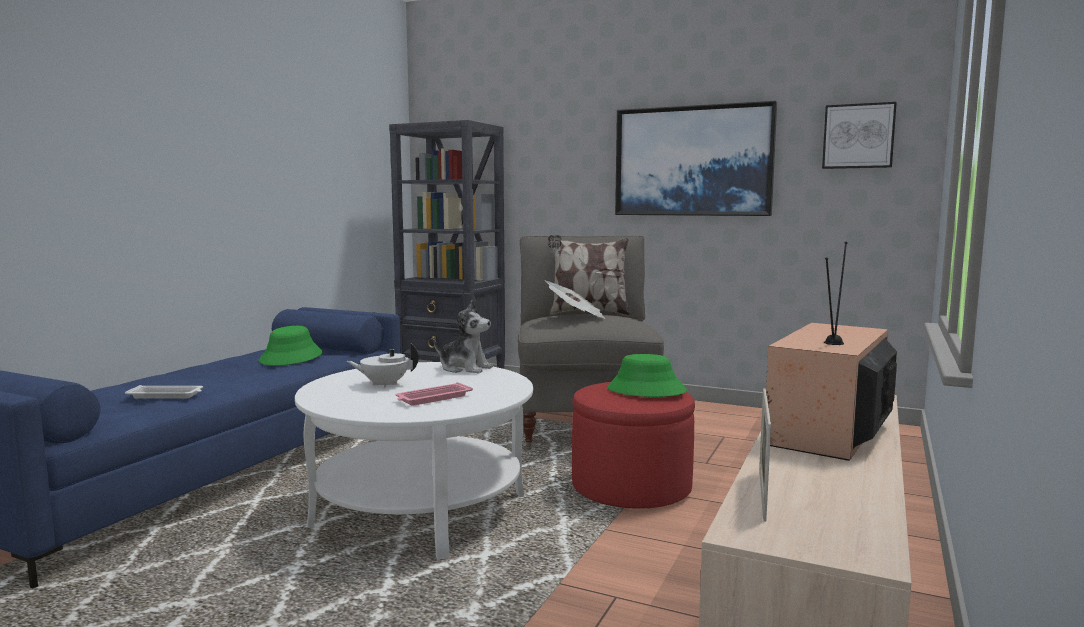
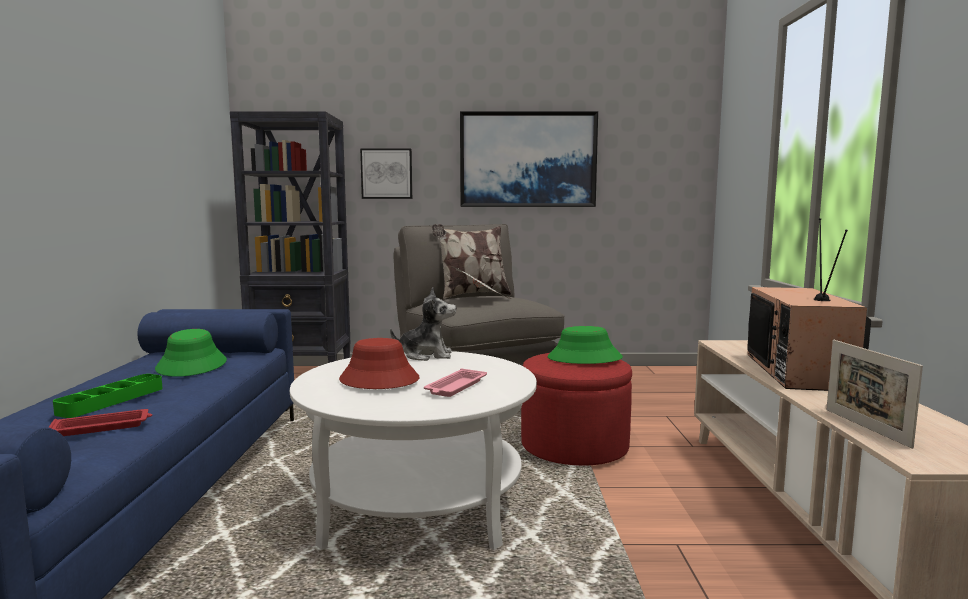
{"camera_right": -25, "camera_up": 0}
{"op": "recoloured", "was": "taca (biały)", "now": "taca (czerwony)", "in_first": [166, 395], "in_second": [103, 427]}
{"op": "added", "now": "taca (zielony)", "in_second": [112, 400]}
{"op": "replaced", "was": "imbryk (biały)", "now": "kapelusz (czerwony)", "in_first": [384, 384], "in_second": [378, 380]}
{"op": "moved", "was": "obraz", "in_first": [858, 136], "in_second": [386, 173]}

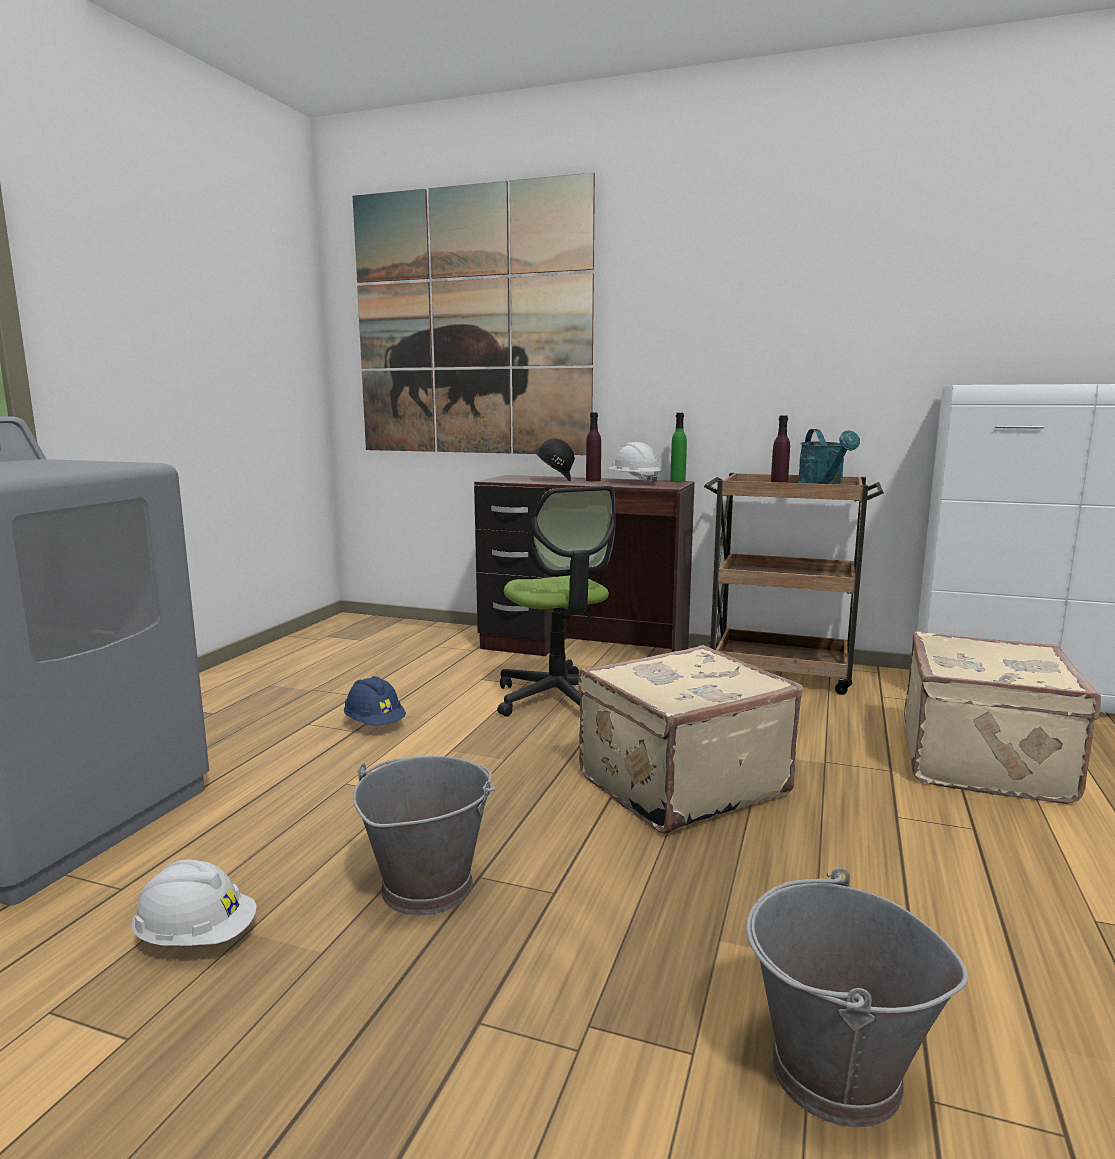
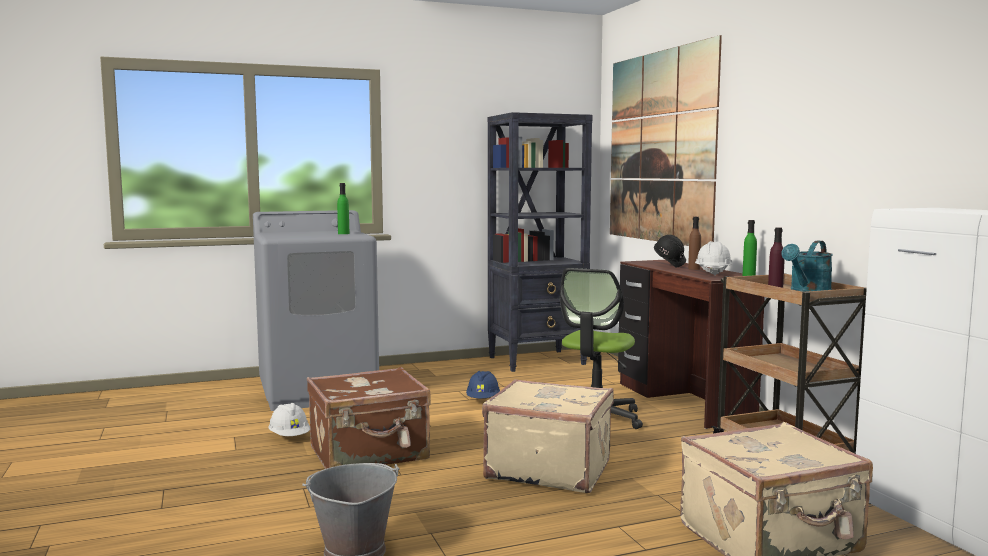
{"camera_right": 50, "camera_up": -5}
{"op": "replaced", "was": "wiadro (szary)", "now": "walizka (brązowy)", "in_first": [426, 886], "in_second": [370, 454]}
{"op": "added", "now": "butelka (zielony)", "in_second": [343, 233]}
{"op": "added", "now": "regał (czarny)", "in_second": [538, 361]}
{"op": "recoloured", "was": "butelka (fioletowy)", "now": "butelka (brązowy)", "in_first": [593, 480], "in_second": [694, 269]}

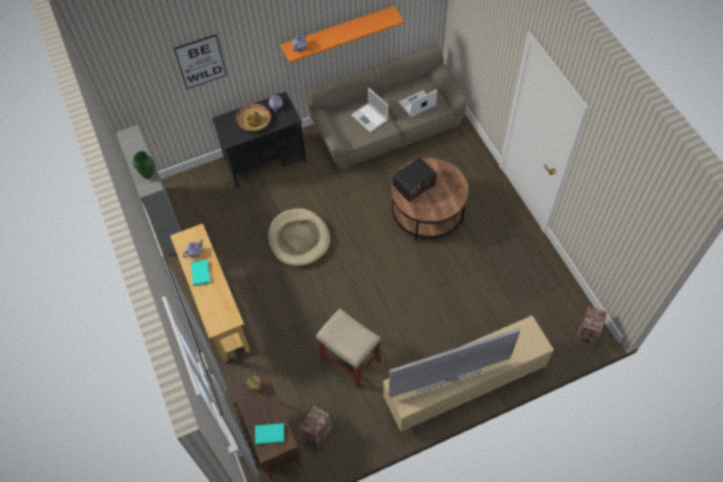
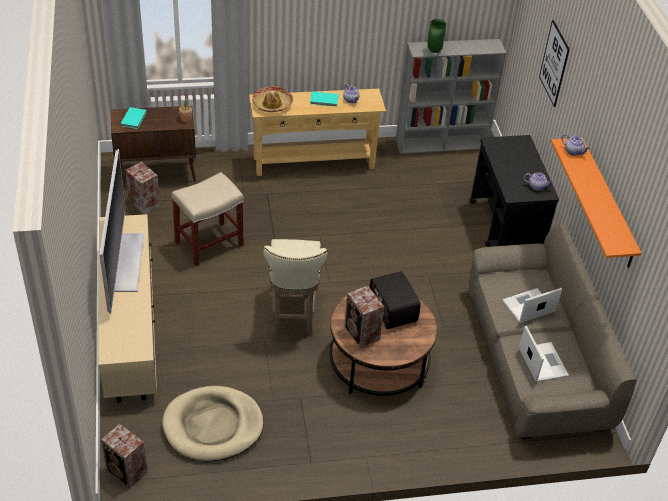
{"camera_right": 100, "camera_up": -15}
{"op": "moved", "was": "legowisko (beżowy)", "in_first": [299, 239], "in_second": [213, 426]}
{"op": "moved", "was": "kapelusz", "in_first": [254, 121], "in_second": [272, 104]}
{"op": "added", "now": "stołek (beżowy)", "in_second": [292, 314]}
{"op": "added", "now": "głośnik", "in_second": [362, 334]}

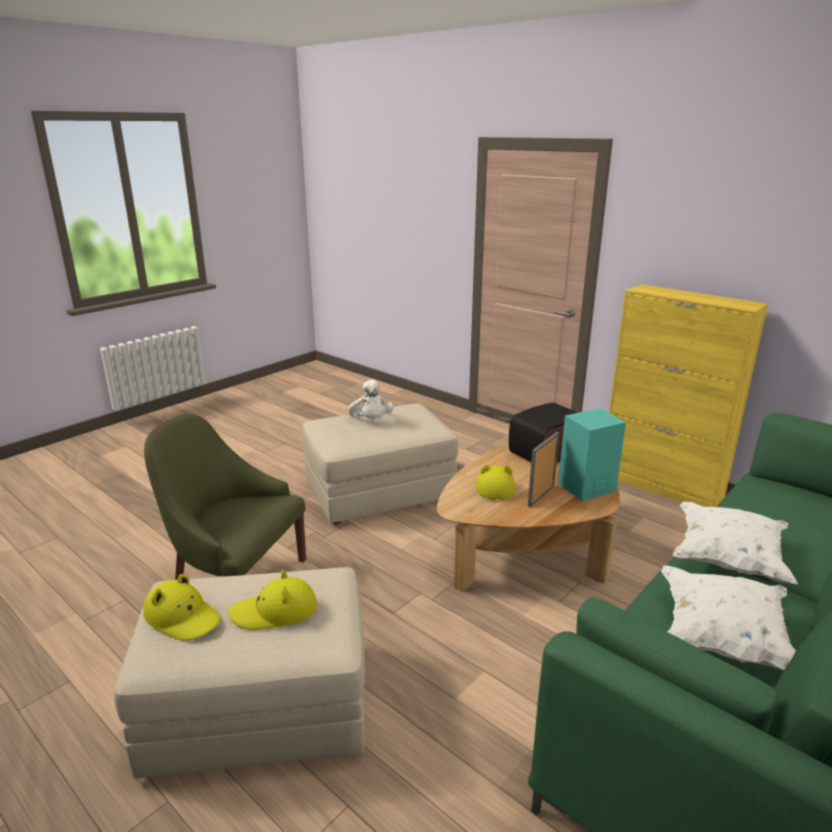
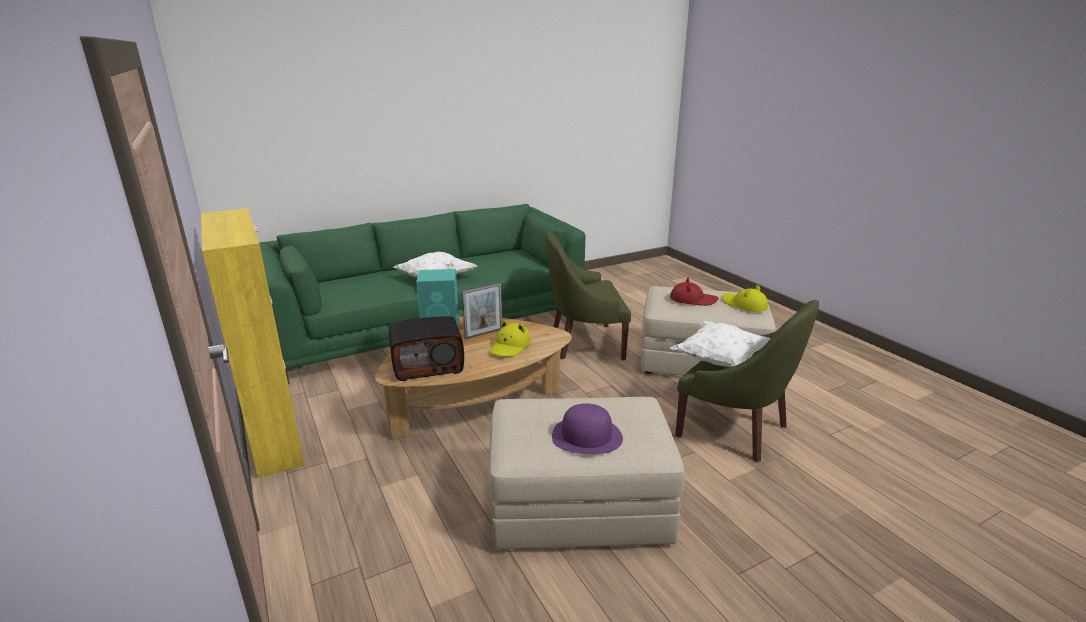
{"camera_right": -160, "camera_up": 0}
{"op": "added", "now": "fotel (zielony)", "in_second": [584, 343]}
{"op": "replaced", "was": "pluszak (biały)", "now": "kapelusz (fioletowy)", "in_first": [371, 420], "in_second": [587, 436]}
{"op": "recoloured", "was": "kapelusz (żółty)", "now": "kapelusz (czerwony)", "in_first": [275, 611], "in_second": [692, 300]}
{"op": "moved", "was": "poduszka (biały)", "in_first": [722, 638], "in_second": [720, 361]}

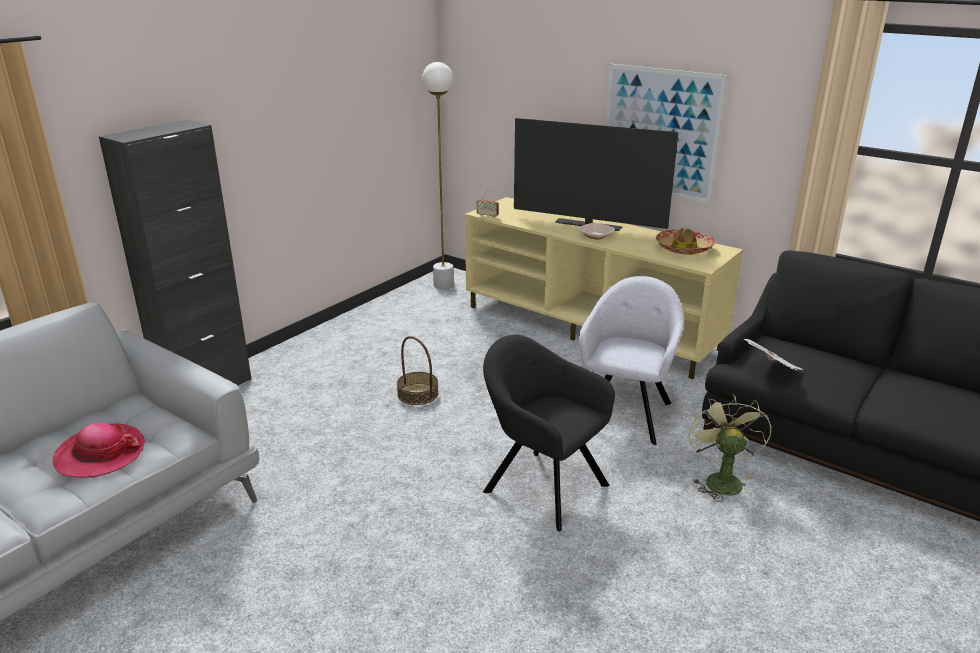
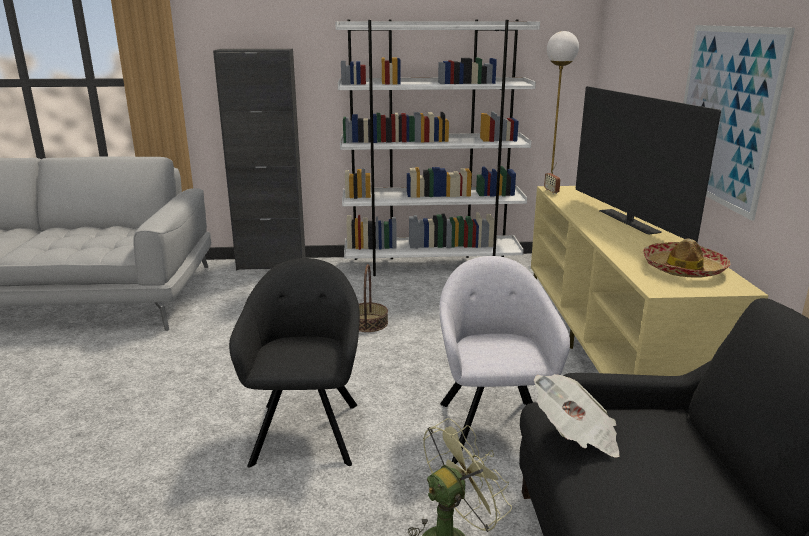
{"camera_right": 50, "camera_up": -5}
{"op": "added", "now": "regał (biały)", "in_second": [432, 265]}
{"op": "turned", "was": "fotel (szary)", "in_first": [626, 412], "in_second": [492, 425], "clockwise": -75}
{"op": "removed", "was": "kapelusz", "in_first": [100, 454]}
{"op": "removed", "was": "miska", "in_first": [596, 236]}

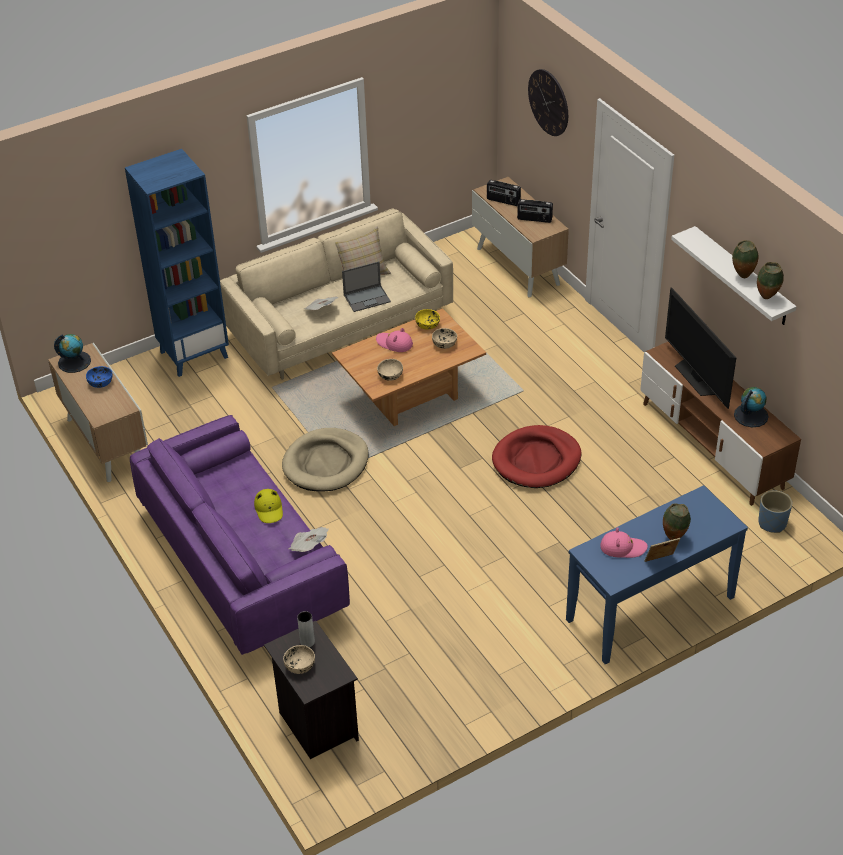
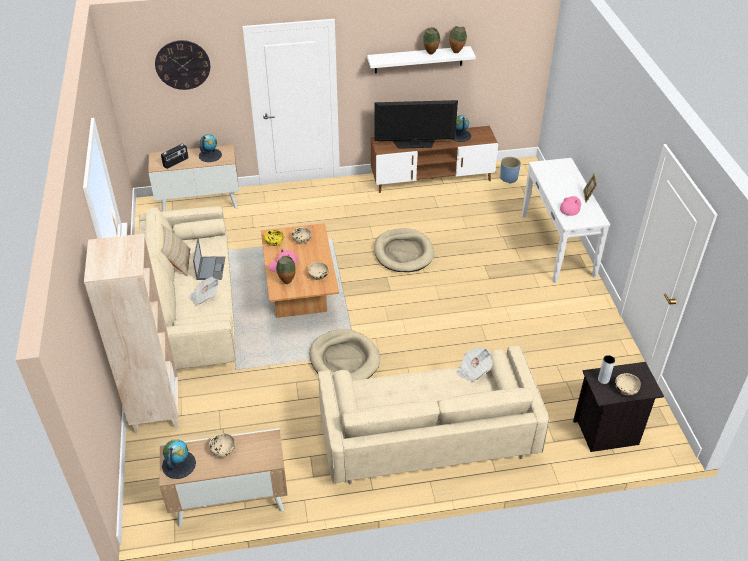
{"camera_right": -70, "camera_up": 0}
{"op": "recoloured", "was": "regał (niebieski)", "now": "regał (beżowy)", "in_first": [194, 354], "in_second": [156, 410]}
{"op": "replaced", "was": "radio", "now": "globus", "in_first": [534, 219], "in_second": [210, 155]}
{"op": "recoloured", "was": "miska (niebieski)", "now": "miska (beżowy)", "in_first": [101, 382], "in_second": [223, 449]}
{"op": "moved", "was": "wazon", "in_first": [674, 537], "in_second": [286, 281]}
{"op": "recoloured", "was": "kanapa (fioletowy)", "now": "kanapa (beżowy)", "in_first": [242, 562], "in_second": [427, 437]}
{"op": "recoloured", "was": "legowisko (czerwony)", "now": "legowisko (beżowy)", "in_first": [536, 460], "in_second": [403, 253]}
{"op": "recoloured", "was": "stolik konsolowy (niebieski)", "now": "stolik konsolowy (biały)", "in_first": [651, 609], "in_second": [558, 245]}
{"op": "removed", "was": "kapelusz (żółty)", "in_first": [269, 509]}

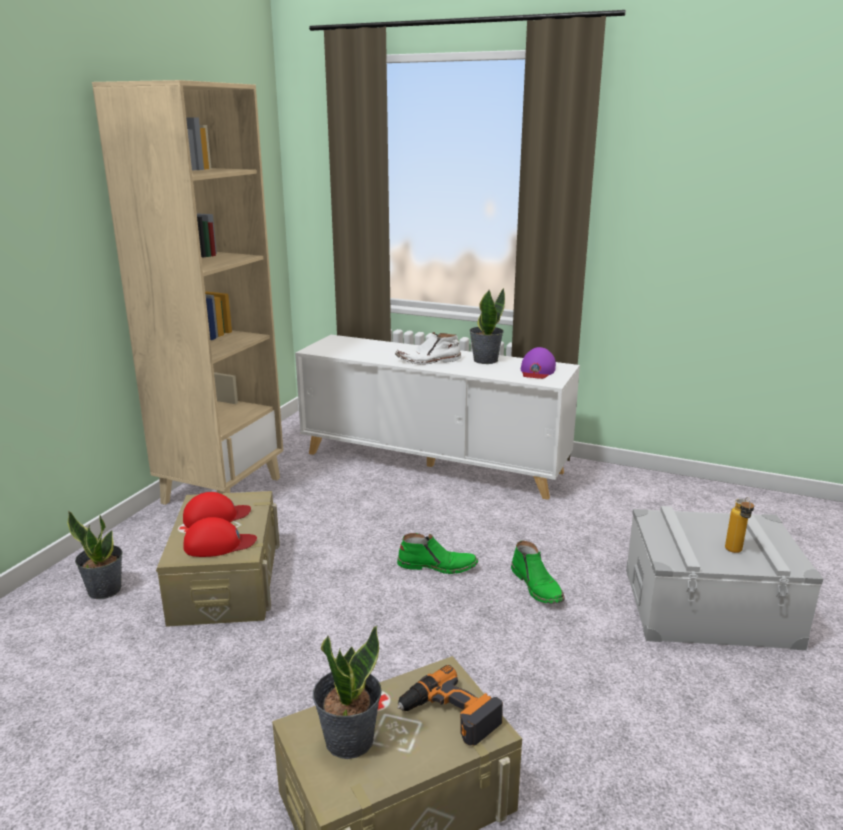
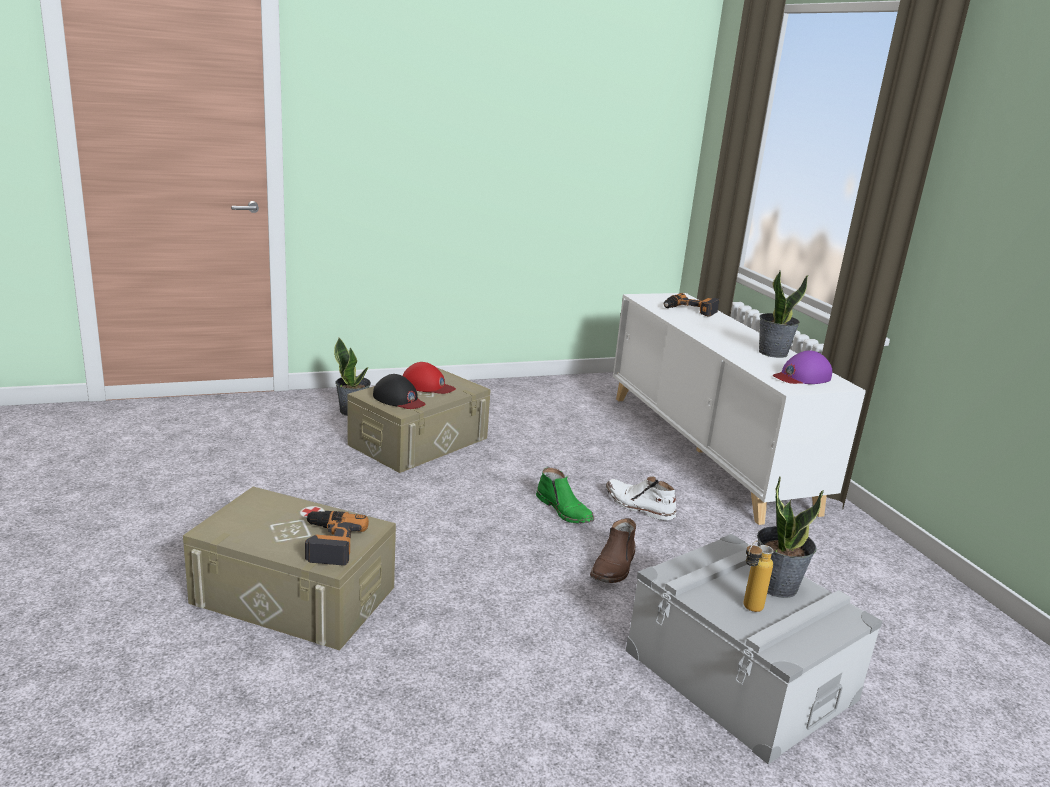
{"camera_right": 45, "camera_up": 0}
{"op": "recoloured", "was": "czapka z daszkiem (czerwony)", "now": "czapka z daszkiem (czarny)", "in_first": [219, 544], "in_second": [399, 399]}
{"op": "recoloured", "was": "but z cholewką (zielony)", "now": "but z cholewką (brązowy)", "in_first": [537, 586], "in_second": [614, 566]}
{"op": "moved", "was": "but z cholewką (biały)", "in_first": [428, 360], "in_second": [638, 506]}
{"op": "added", "now": "wiertarka", "in_second": [689, 310]}
{"op": "moved", "was": "roślina doniczkowa", "in_first": [348, 739], "in_second": [776, 585]}
{"op": "removed", "was": "regał (beżowy)", "in_first": [222, 489]}

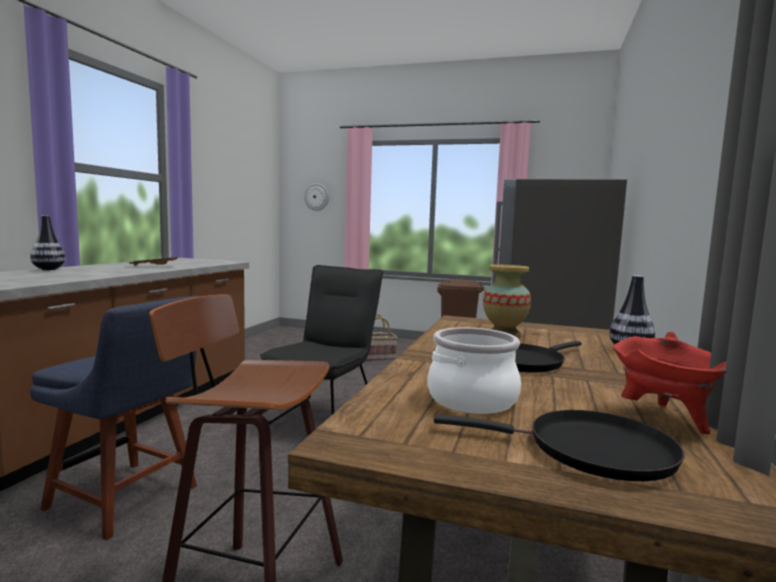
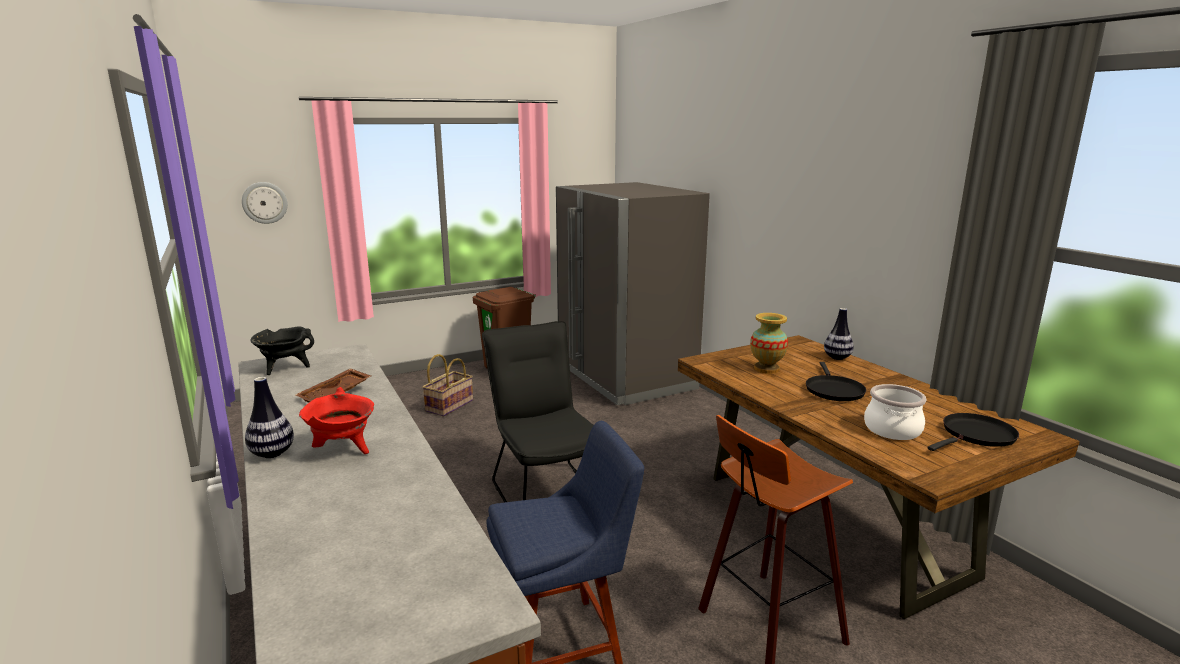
{"camera_right": -45, "camera_up": 10}
{"op": "added", "now": "garnek (czarny)", "in_second": [285, 368]}
{"op": "moved", "was": "garnek (czerwony)", "in_first": [664, 419], "in_second": [343, 450]}

